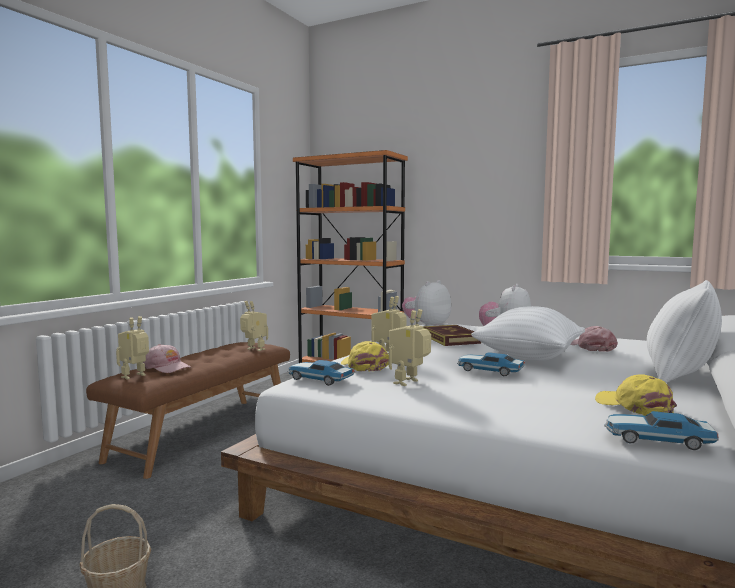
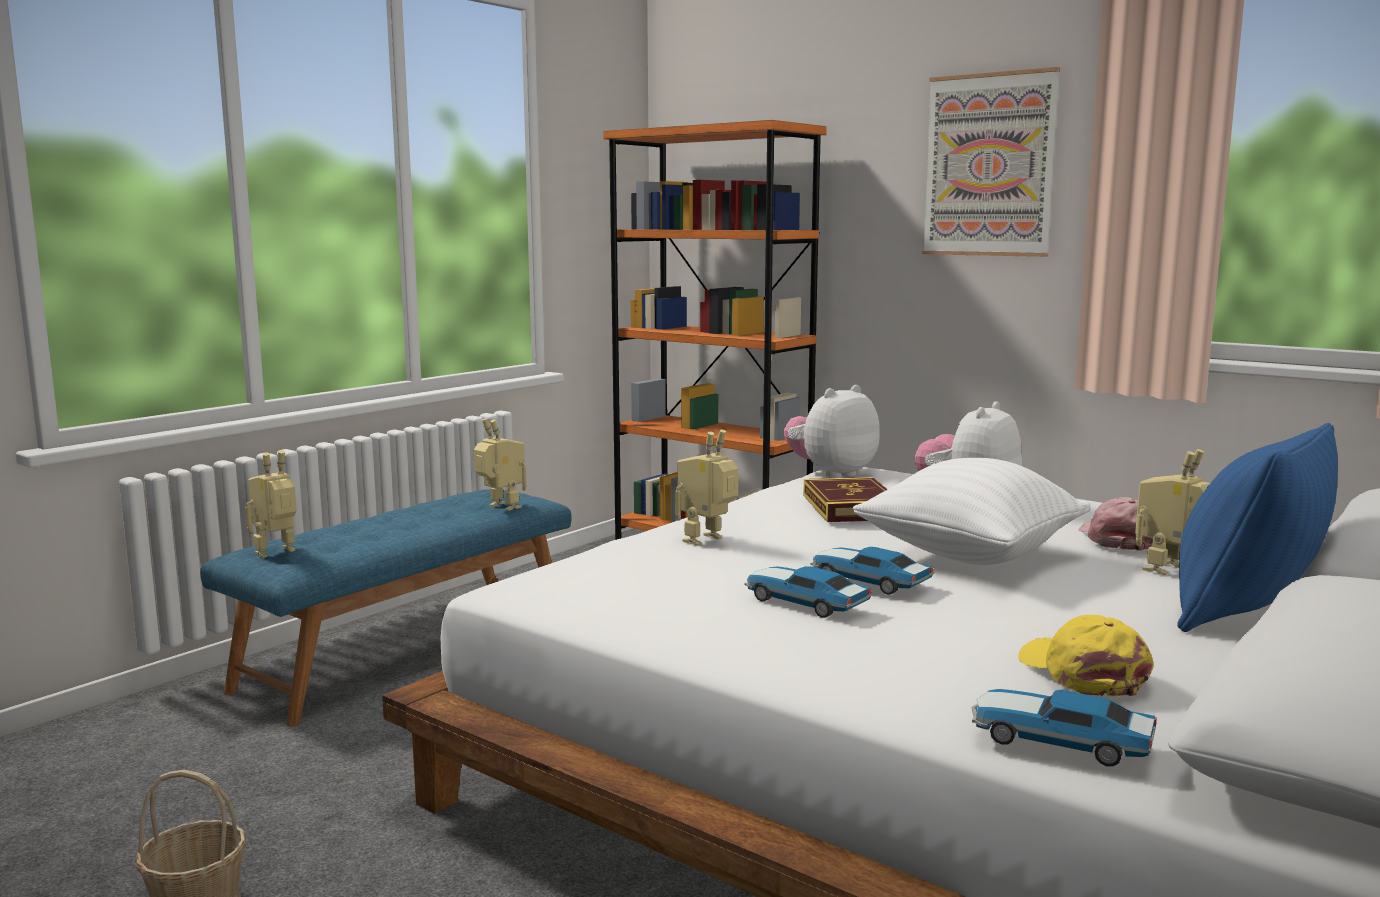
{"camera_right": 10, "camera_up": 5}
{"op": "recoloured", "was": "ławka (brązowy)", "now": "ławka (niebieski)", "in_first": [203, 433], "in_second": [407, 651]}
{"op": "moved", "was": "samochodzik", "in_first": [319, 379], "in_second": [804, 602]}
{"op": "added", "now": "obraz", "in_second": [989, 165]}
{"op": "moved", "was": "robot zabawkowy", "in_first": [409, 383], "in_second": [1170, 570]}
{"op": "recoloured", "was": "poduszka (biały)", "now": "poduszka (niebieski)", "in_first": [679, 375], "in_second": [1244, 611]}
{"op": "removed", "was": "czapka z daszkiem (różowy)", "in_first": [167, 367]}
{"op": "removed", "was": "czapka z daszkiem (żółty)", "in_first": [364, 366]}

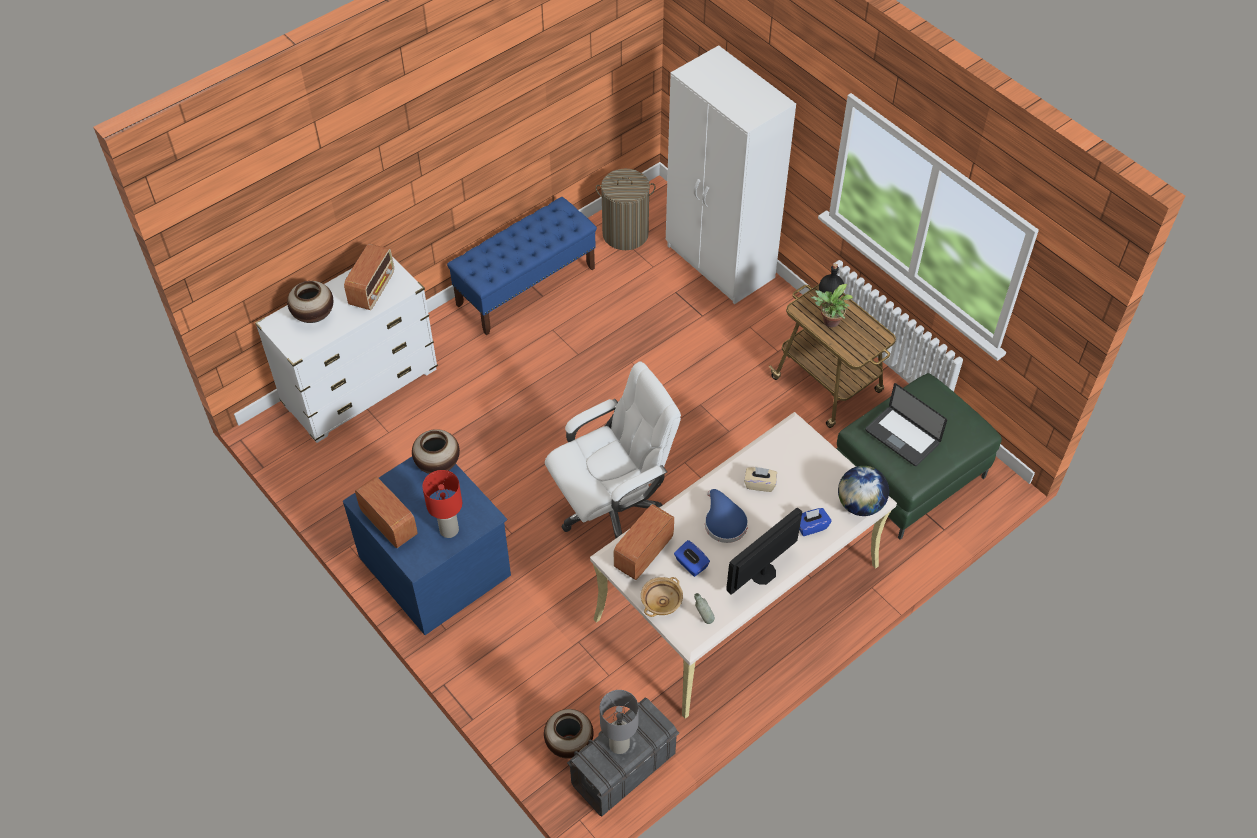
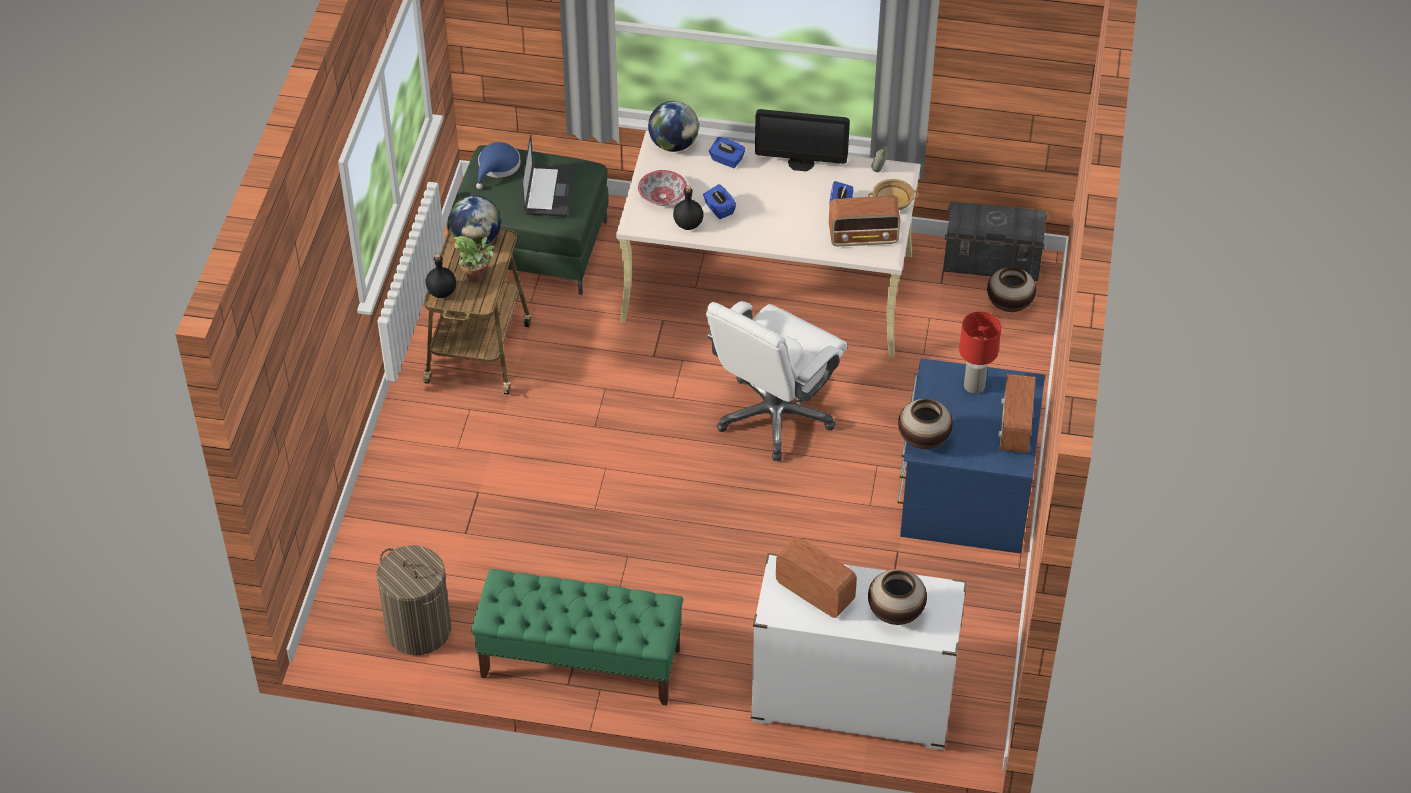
{"camera_right": -130, "camera_up": -5}
{"op": "added", "now": "globus", "in_second": [476, 239]}
{"op": "recoloured", "was": "ławka (niebieski)", "now": "ławka (zielony)", "in_first": [526, 286], "in_second": [580, 663]}
{"op": "moved", "was": "kapelusz (niebieski)", "in_first": [723, 522], "in_second": [497, 167]}
{"op": "added", "now": "miska", "in_second": [662, 196]}
{"op": "added", "now": "butelka (czarny)", "in_second": [689, 224]}
{"op": "recoloured", "was": "pudełko chusteczek (beżowy)", "now": "pudełko chusteczek (niebieski)", "in_first": [759, 484], "in_second": [719, 209]}
{"op": "turned", "was": "krzesło biurowe (biały)", "in_first": [611, 507], "in_second": [774, 416], "clockwise": -75}
{"op": "turned", "was": "radio", "in_first": [372, 289], "in_second": [814, 592], "clockwise": 60}
{"op": "removed", "was": "lampa stołowa (szary)", "in_first": [619, 744]}
{"op": "removed", "was": "szafa (biały)", "in_first": [720, 263]}

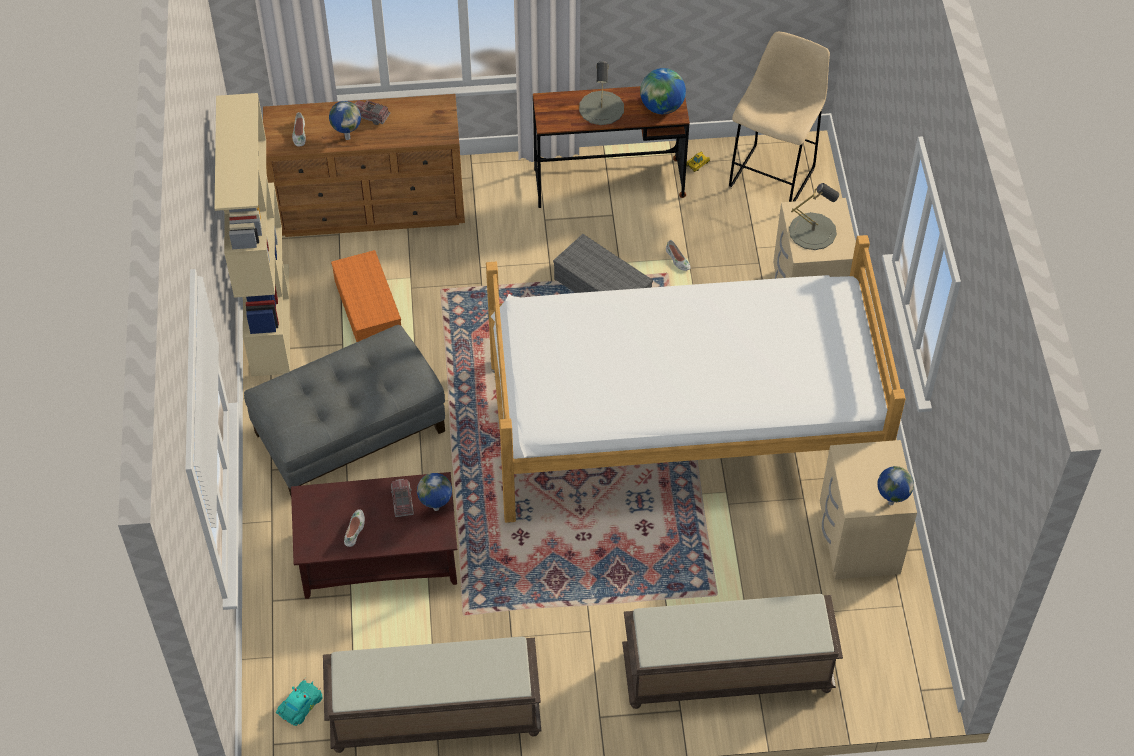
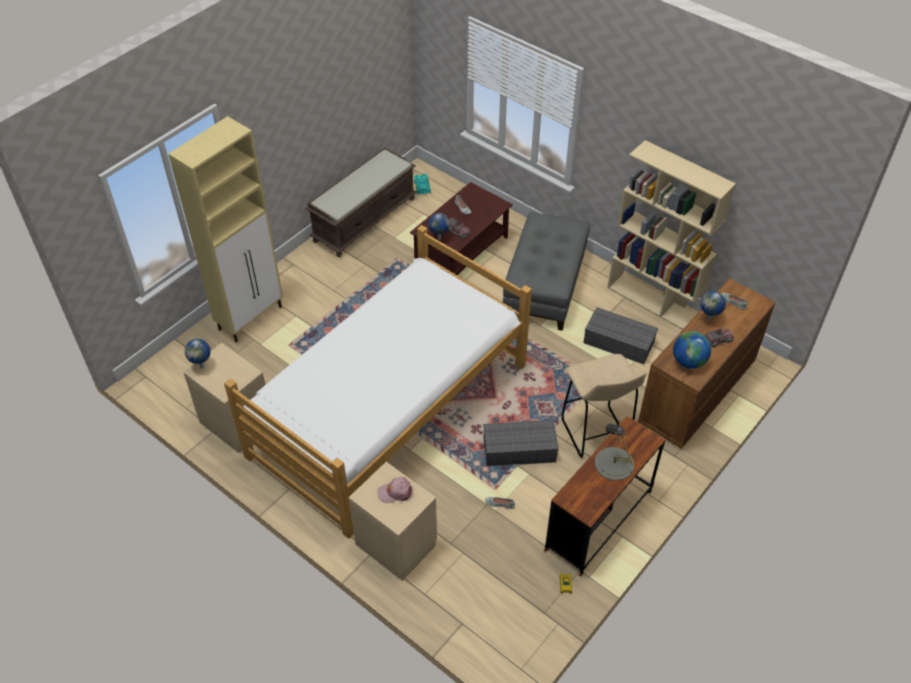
{"camera_right": 135, "camera_up": -5}
{"op": "replaced", "was": "ławka (brązowy)", "now": "szafka (beżowy)", "in_first": [726, 673], "in_second": [251, 318]}
{"op": "replaced", "was": "lampa stołowa (szary)", "now": "czapka z daszkiem (różowy)", "in_first": [812, 231], "in_second": [395, 492]}
{"op": "moved", "was": "stołek (beżowy)", "in_first": [773, 176], "in_second": [596, 434]}
{"op": "recoloured", "was": "pojemnik do przechowywania (pomarańczowy)", "now": "pojemnik do przechowywania (szary)", "in_first": [369, 309], "in_second": [617, 342]}
{"op": "moved", "was": "globus", "in_first": [662, 107], "in_second": [688, 361]}

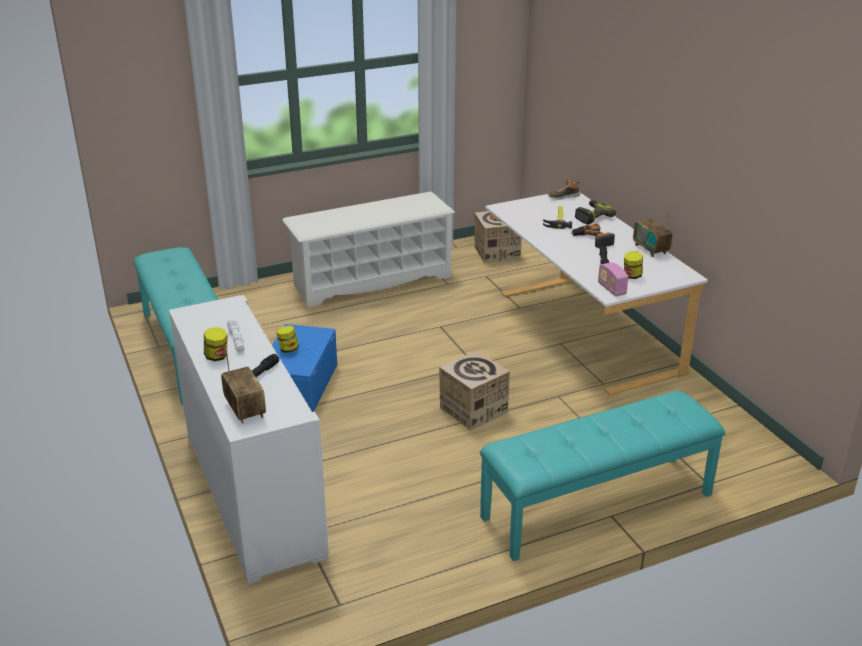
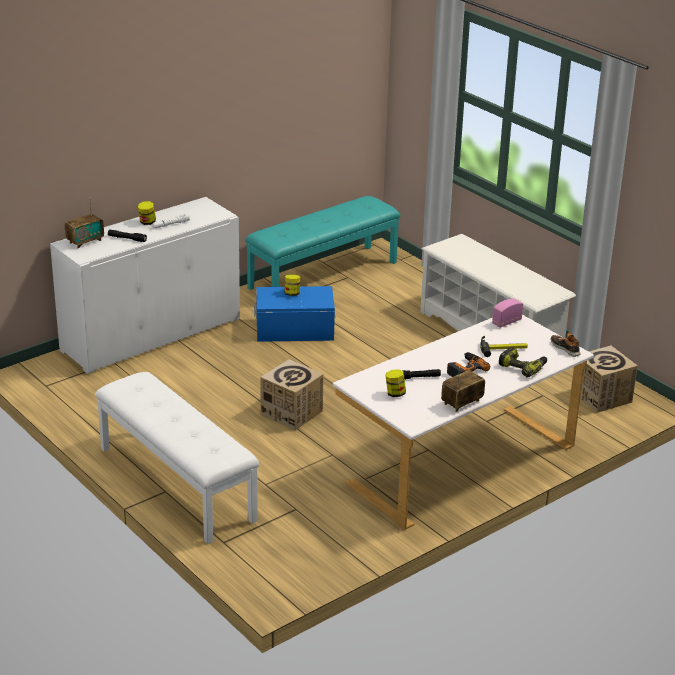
{"camera_right": 75, "camera_up": 0}
{"op": "recoloured", "was": "ławka (turkusowy)", "now": "ławka (biały)", "in_first": [597, 507], "in_second": [175, 484]}
{"op": "moved", "was": "radio", "in_first": [611, 289], "in_second": [506, 322]}

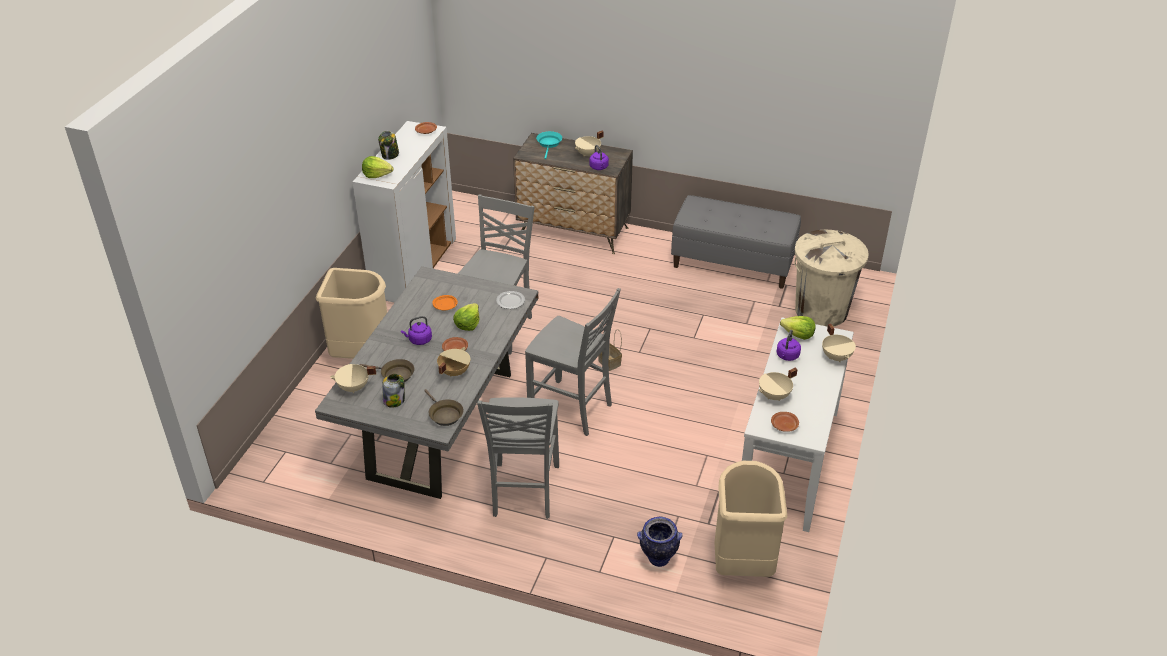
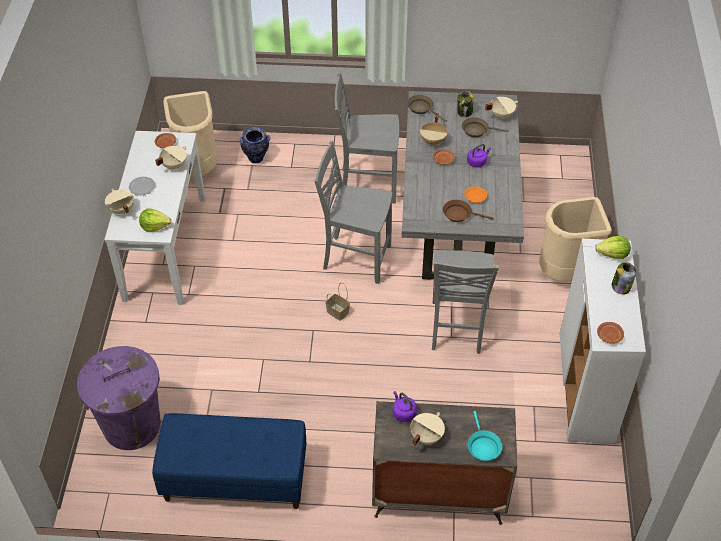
{"camera_right": 165, "camera_up": 10}
{"op": "recoloured", "was": "kosz na śmieci (beżowy)", "now": "kosz na śmieci (fioletowy)", "in_first": [821, 311], "in_second": [131, 425]}
{"op": "moved", "was": "talerz", "in_first": [510, 301], "in_second": [142, 186]}
{"op": "recoloured", "was": "ławka (szary)", "now": "ławka (niebieski)", "in_first": [733, 263], "in_second": [234, 479]}
{"op": "turned", "was": "krzesło (szary)", "in_first": [524, 491], "in_second": [367, 184], "clockwise": -75}
{"op": "added", "now": "patelnia (brązowy)", "in_second": [459, 214]}
{"op": "removed", "was": "sałata", "in_first": [468, 324]}
{"op": "removed", "was": "czajnik (fioletowy)", "in_first": [787, 356]}

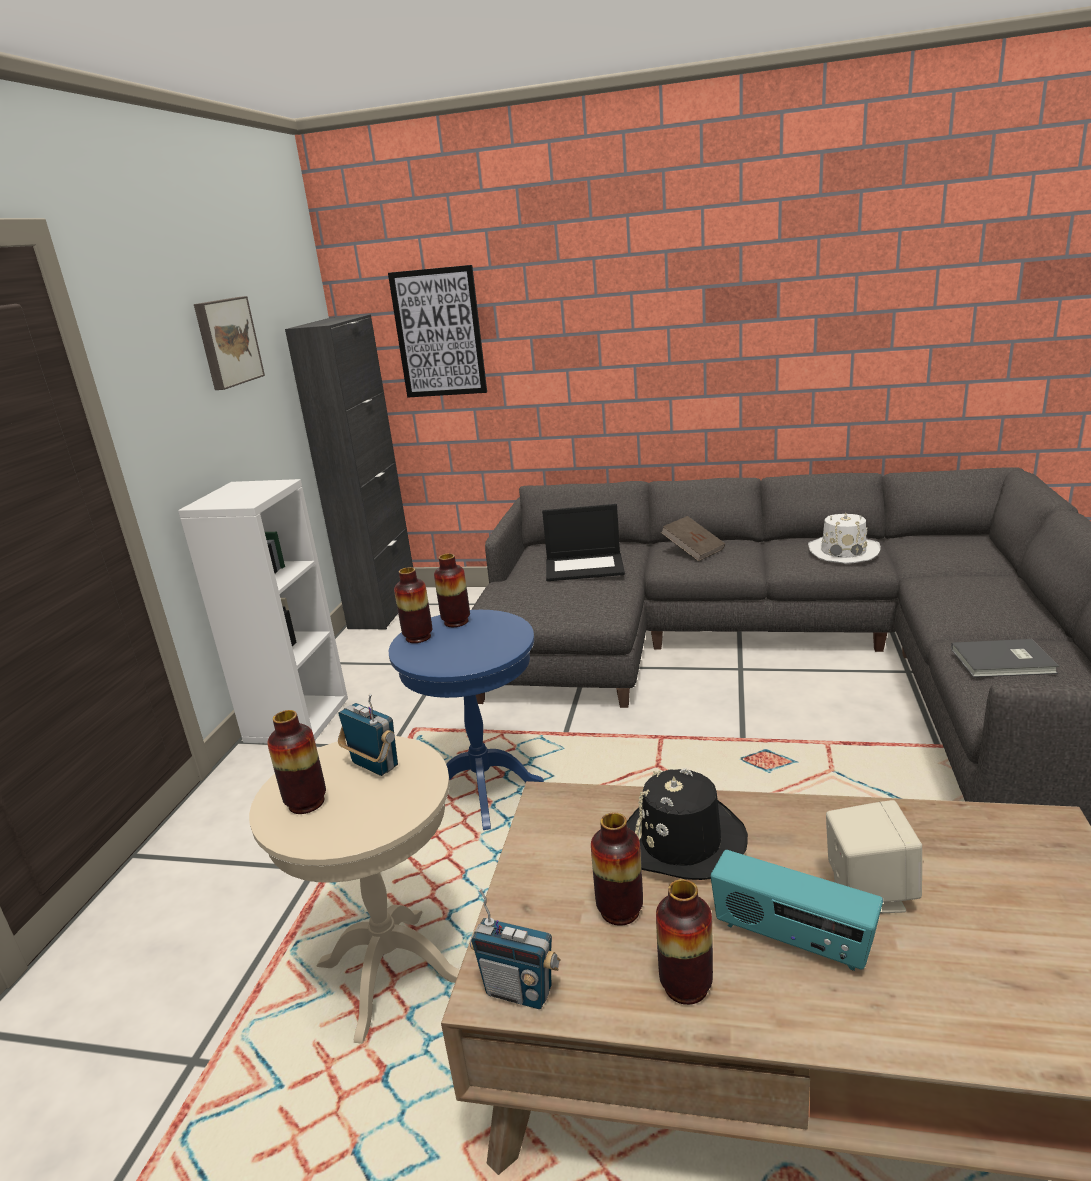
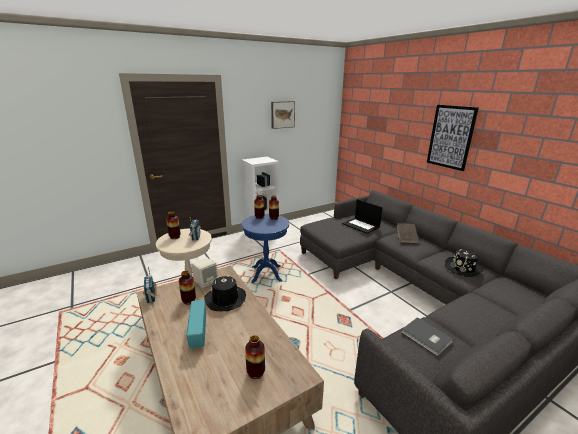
{"camera_right": 45, "camera_up": 0}
{"op": "moved", "was": "głośnik (beżowy)", "in_first": [868, 892], "in_second": [206, 282]}
{"op": "moved", "was": "wazon", "in_first": [686, 986], "in_second": [256, 372]}
{"op": "moved", "was": "obraz", "in_first": [439, 333], "in_second": [450, 137]}
{"op": "recoloured", "was": "kapelusz (biały)", "now": "kapelusz (czarny)", "in_first": [843, 551], "in_second": [463, 268]}
{"op": "removed", "was": "szafka (czarny)", "in_first": [383, 609]}

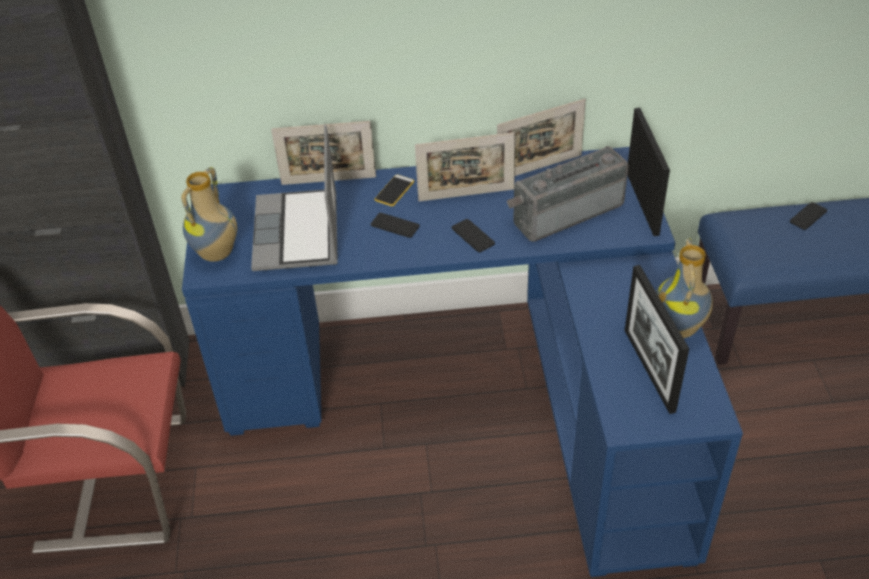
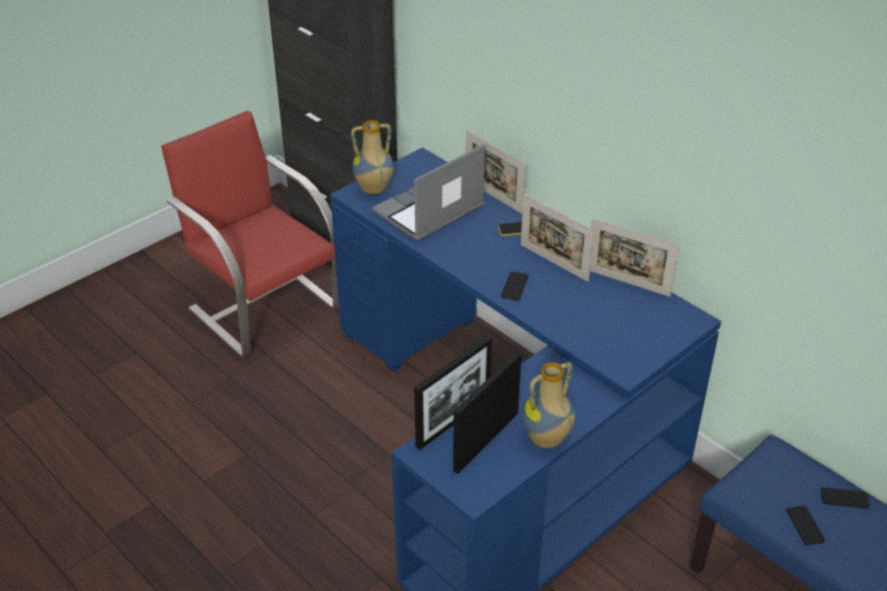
{"camera_right": 50, "camera_up": -5}
{"op": "moved", "was": "ramka na zdjęcie", "in_first": [642, 203], "in_second": [453, 421]}
{"op": "moved", "was": "telefon", "in_first": [395, 226], "in_second": [805, 525]}
{"op": "removed", "was": "radio", "in_first": [565, 211]}

